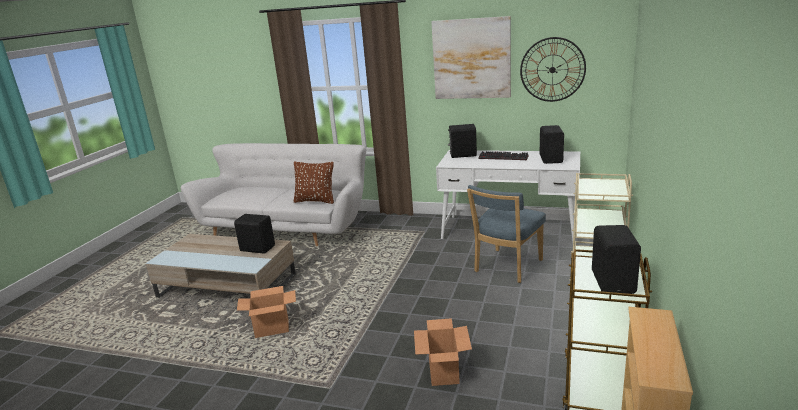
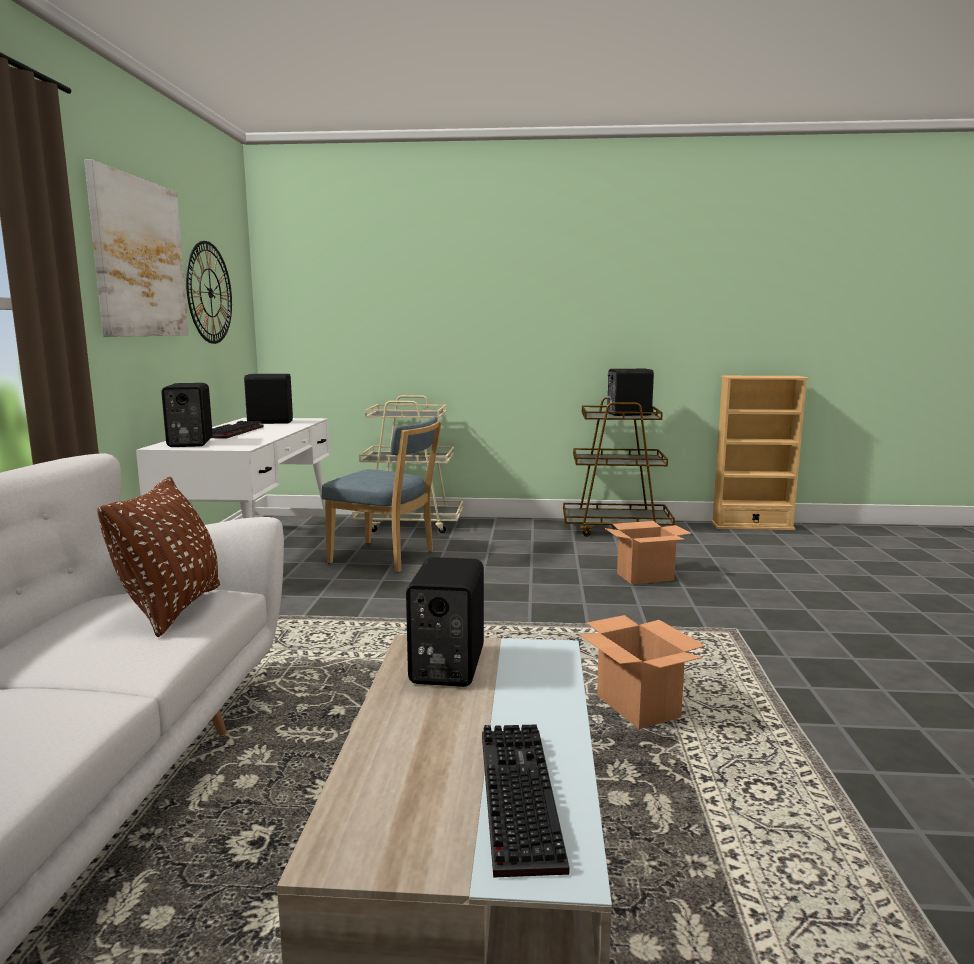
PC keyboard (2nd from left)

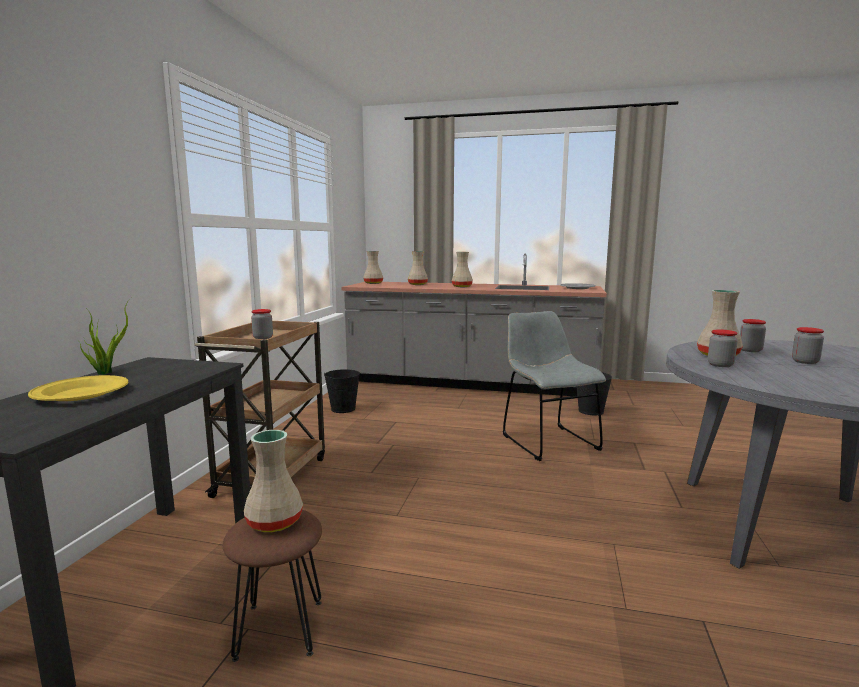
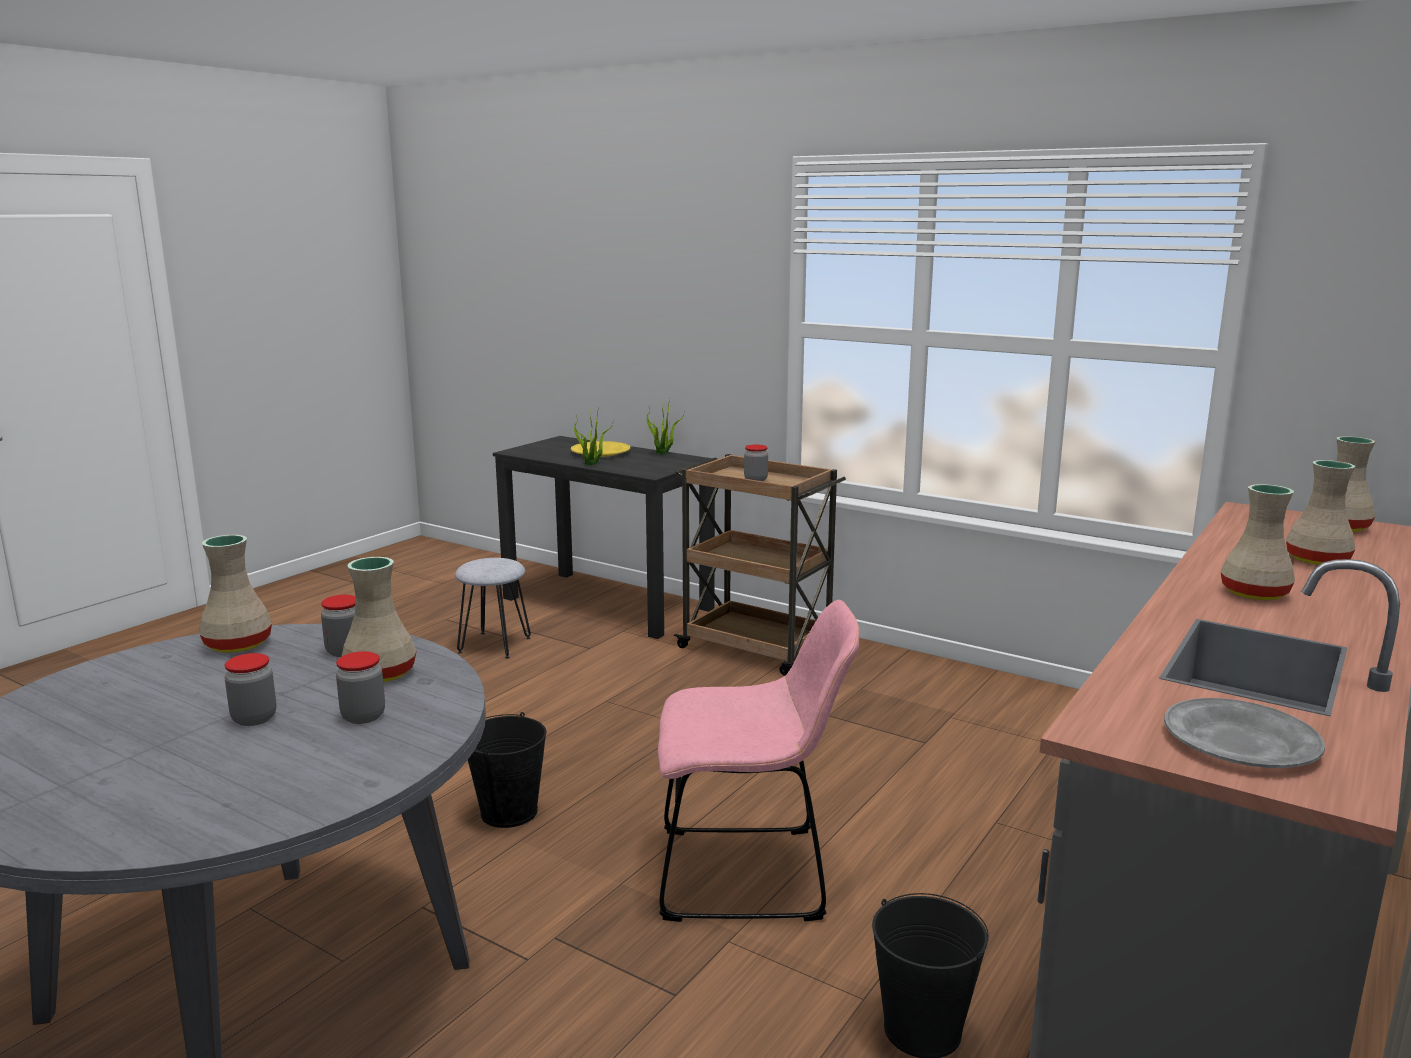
decorative vase (beige-coloured) (1st from left)
sitting stool (grey)
water bucket (black) (1st from left)
plant in a pot (1st from left)
upright chair (pink-coloured)

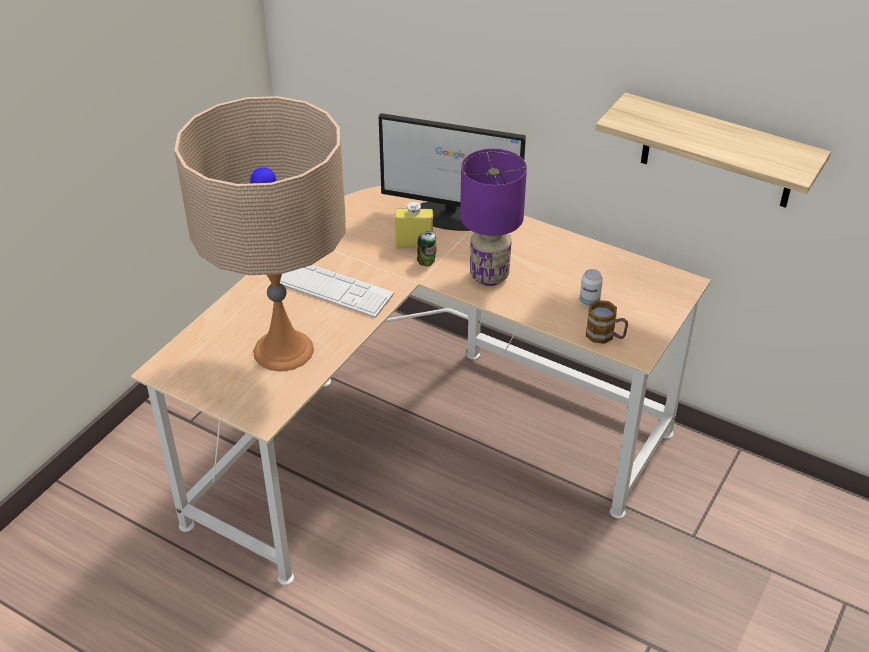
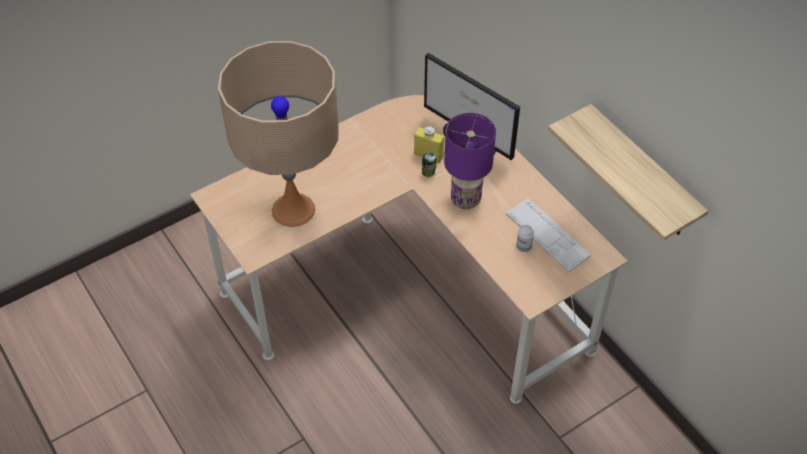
PC keyboard
coffee mug

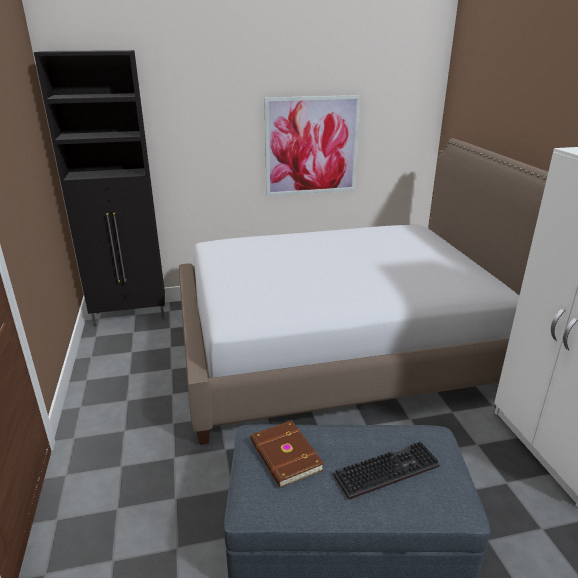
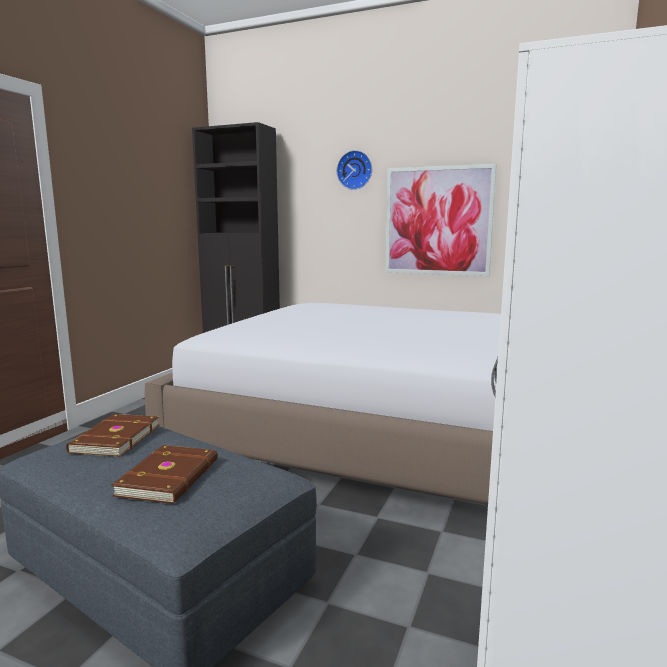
bound book (brown) (2nd from left)
clock on the wall

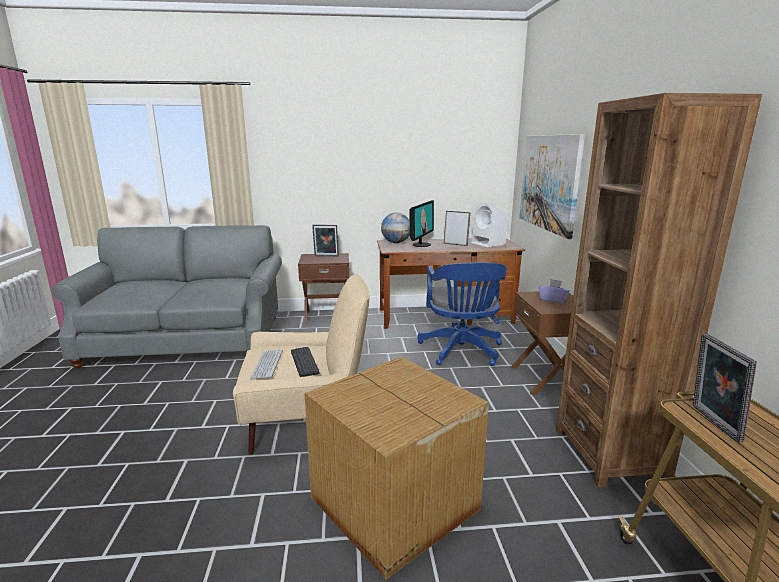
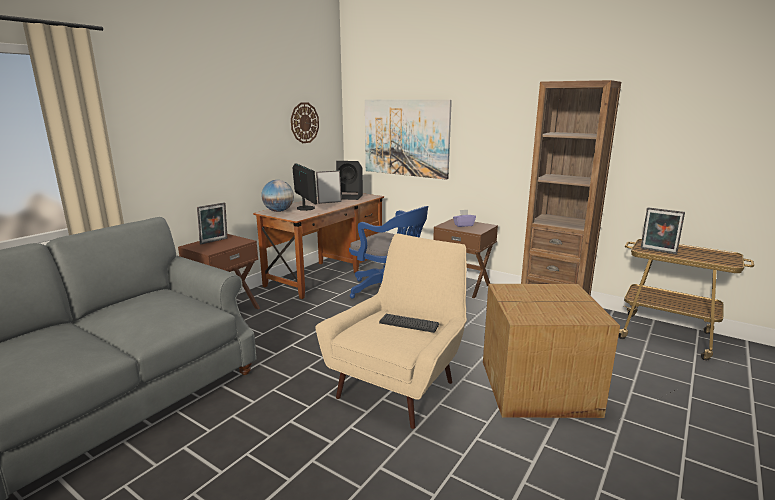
clock on the wall
loudspeaker (black)
PC keyboard (1st from left in the first image)

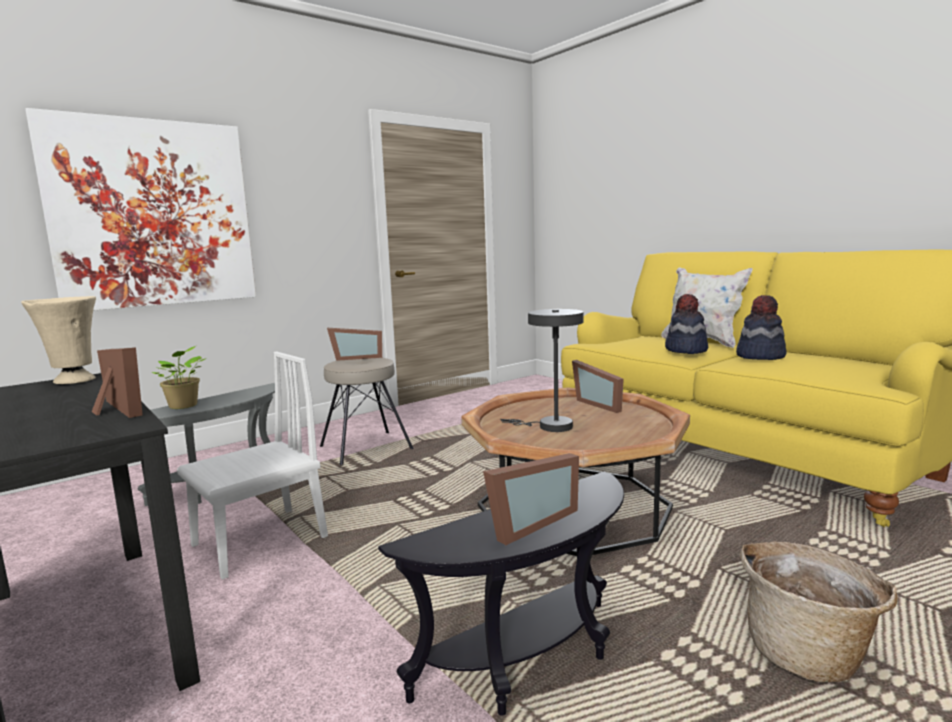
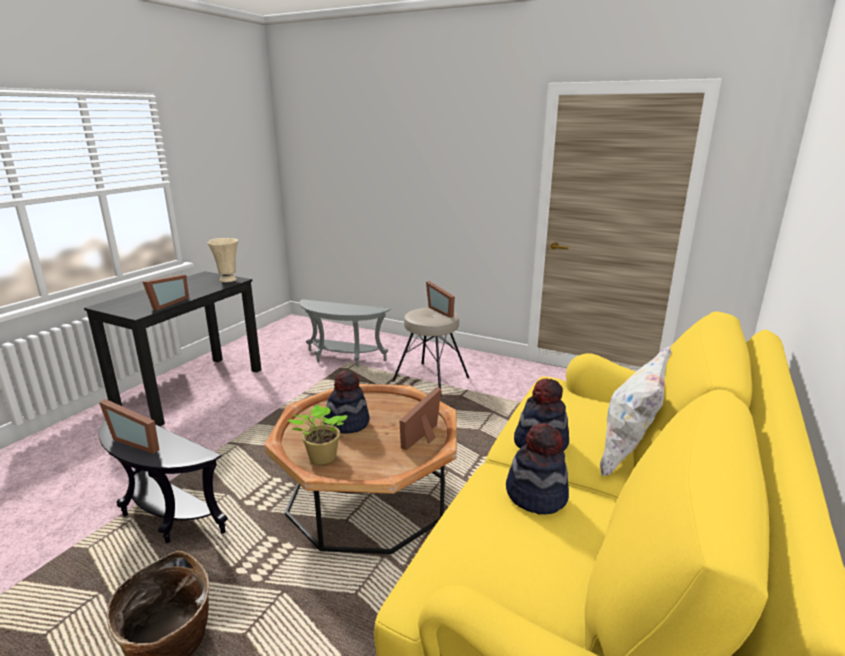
plant in a pot
hat (1st from left)
wall art
upright chair (white-coloured)

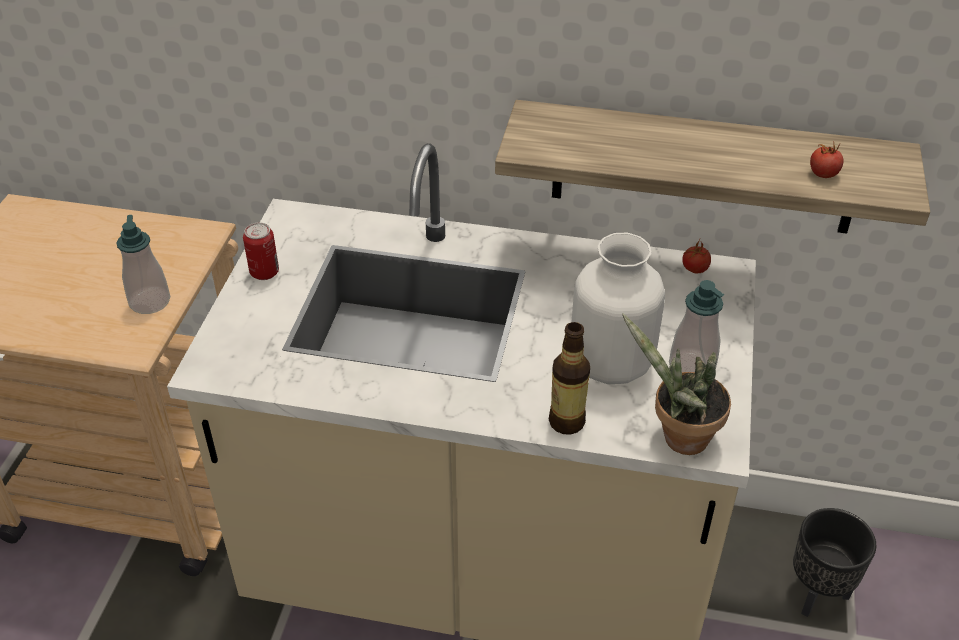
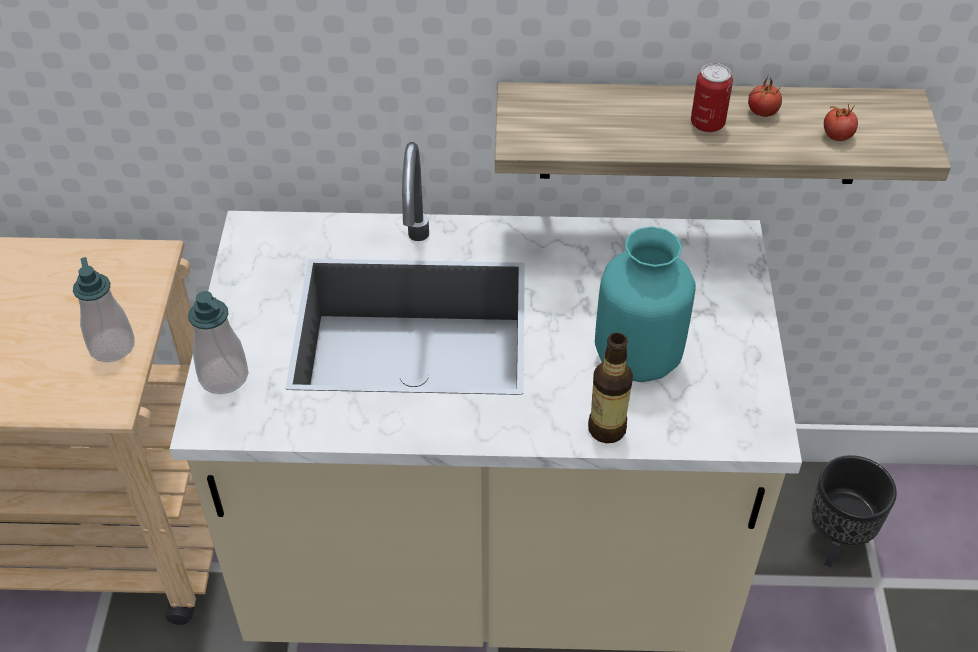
liquid soap bottle (2nd from left)
decorative vase (turquoise-coloured)
metal can
tomato (1st from left)
plant in a pot

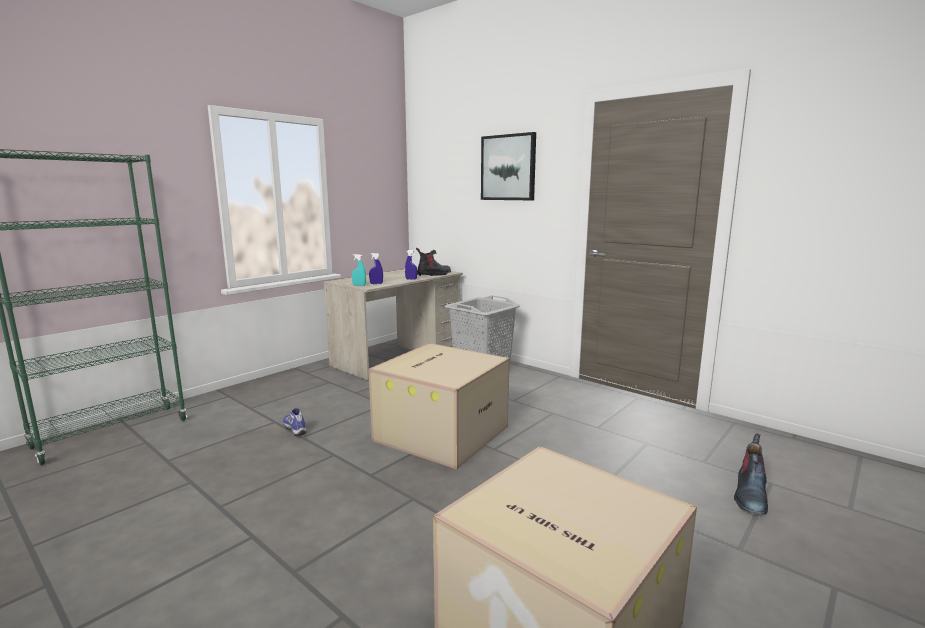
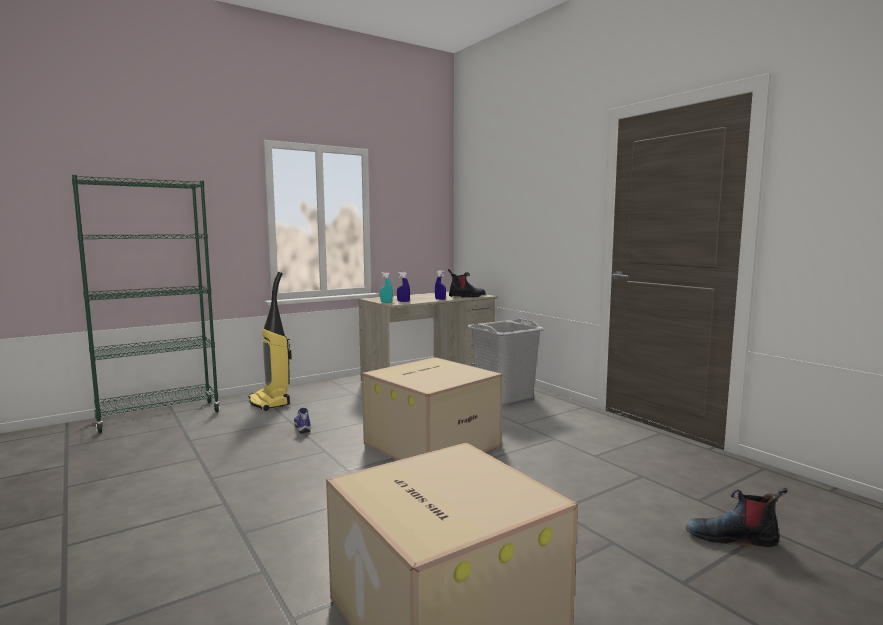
vacuum
tall boot (2nd from left)
wall art

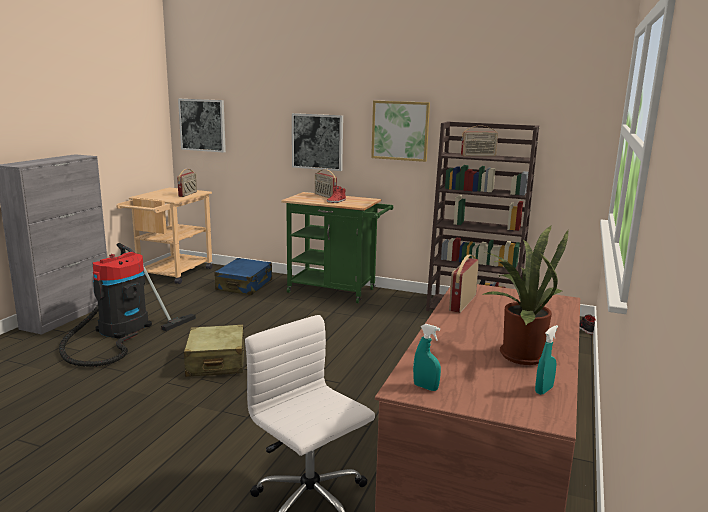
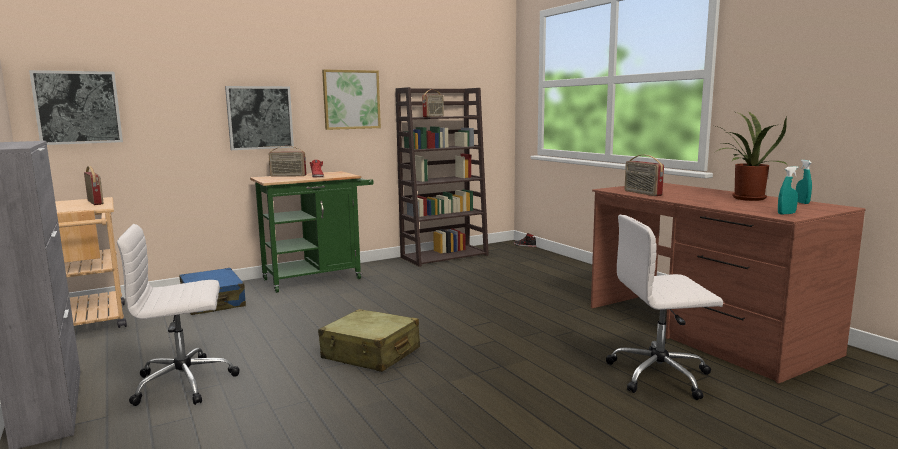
desk chair (white-coloured) (1st from left)

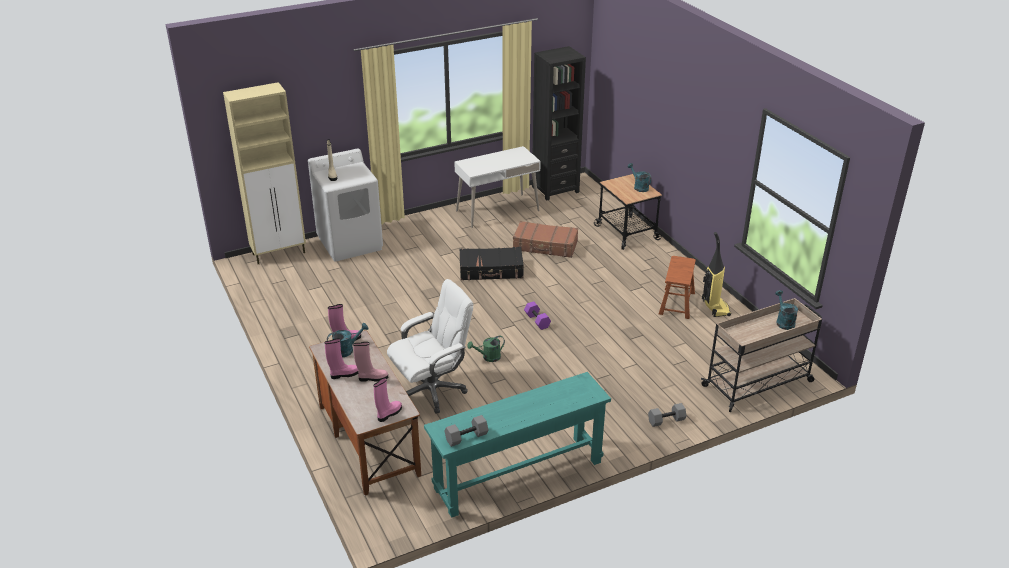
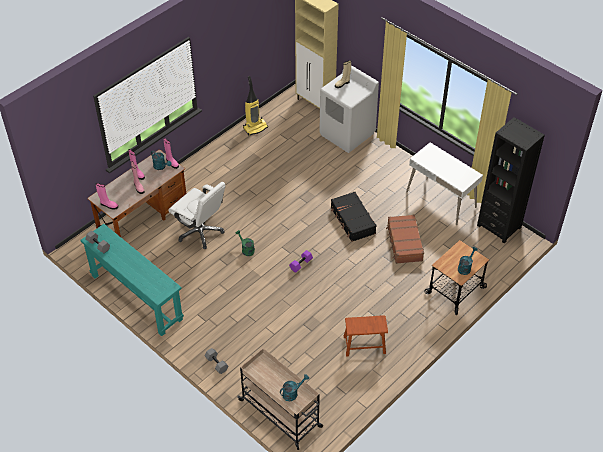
vacuum

